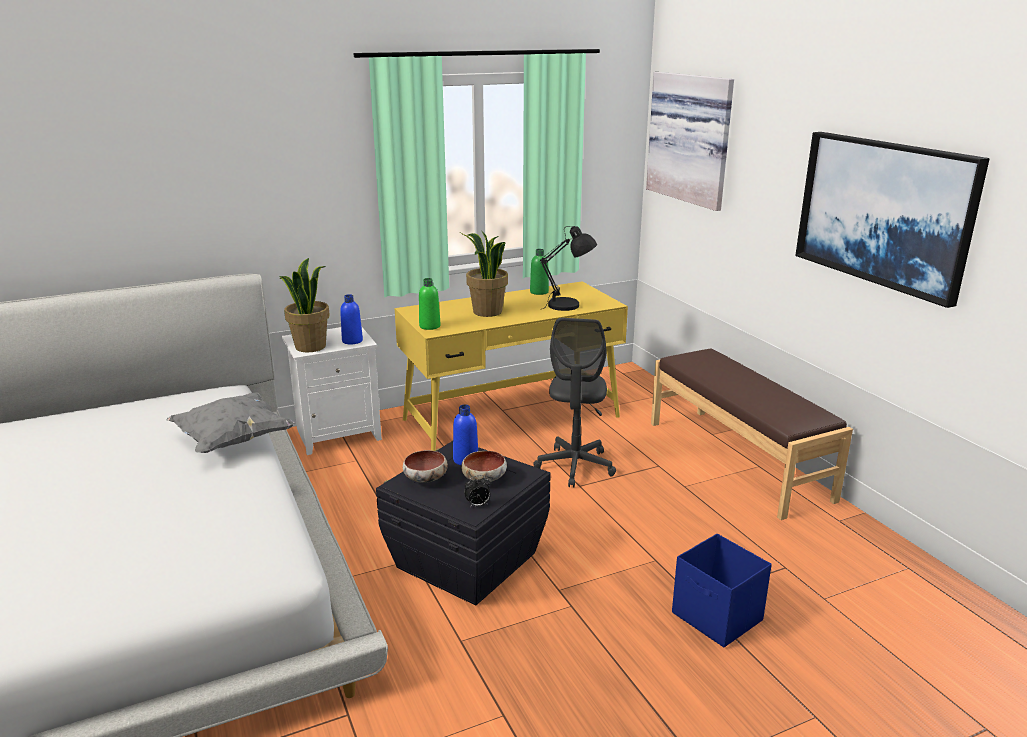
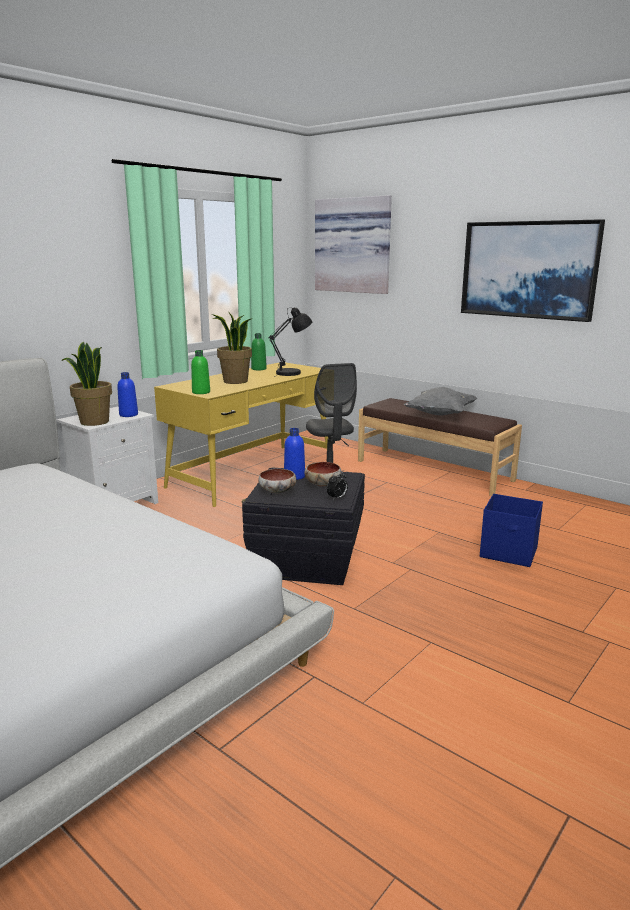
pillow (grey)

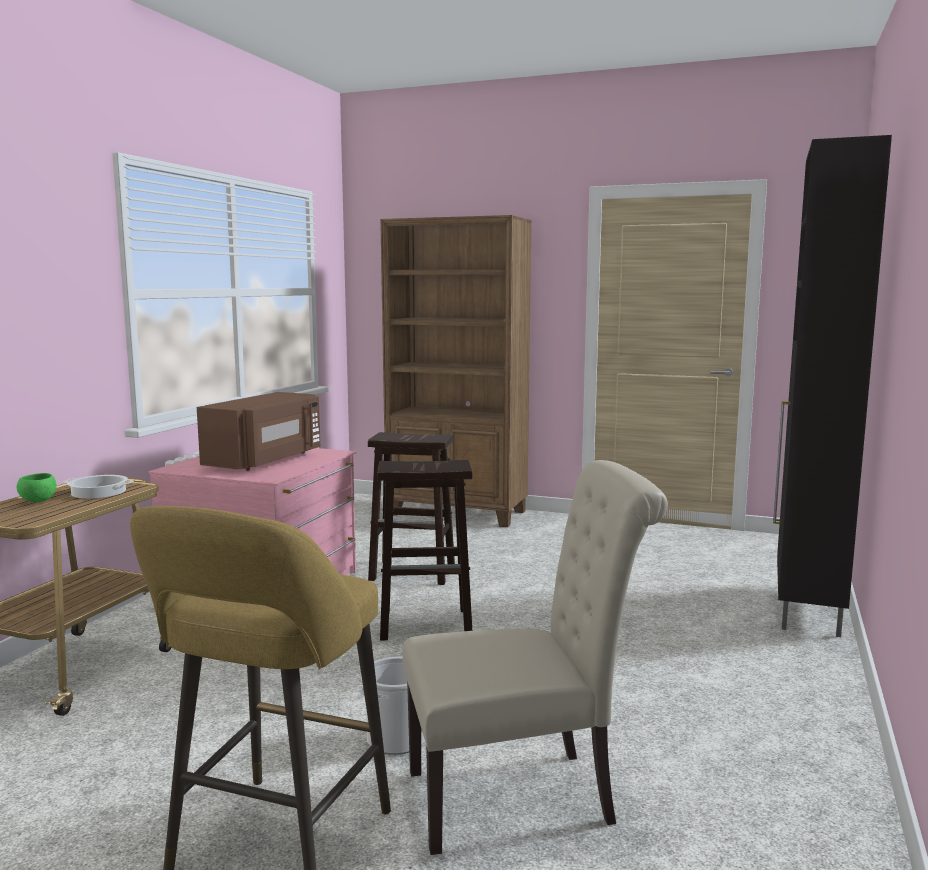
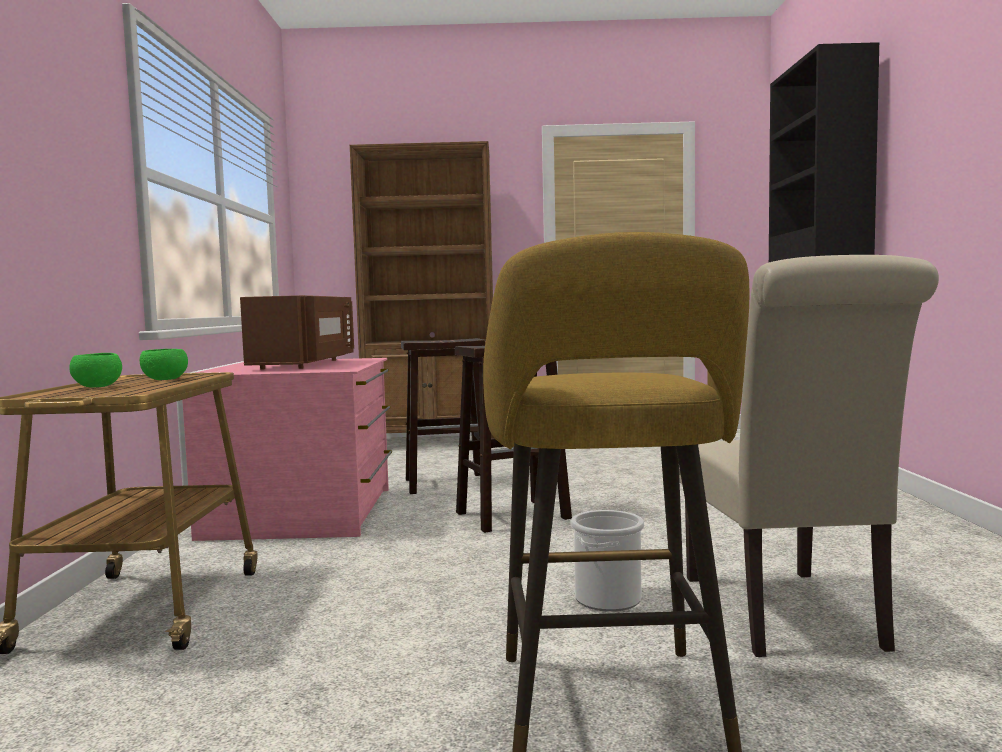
serving bowl (greenish) (2nd from left)
upright chair (beige-coloured)

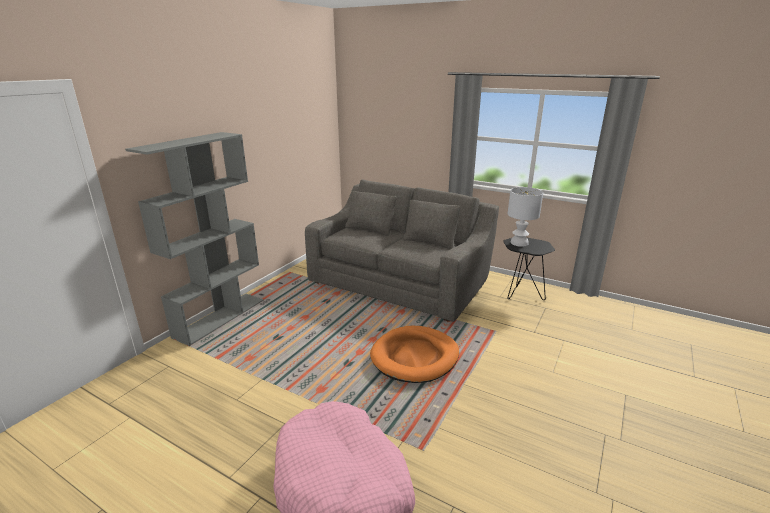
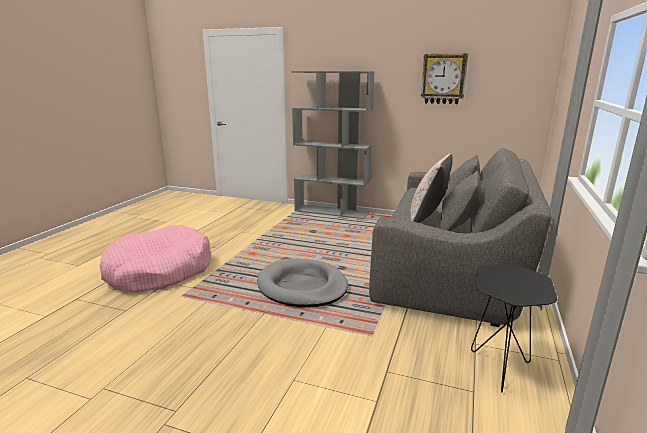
pet bed (grey)
pillow (beige-coloured)
clock on the wall
lamp for a table (white-coloured)

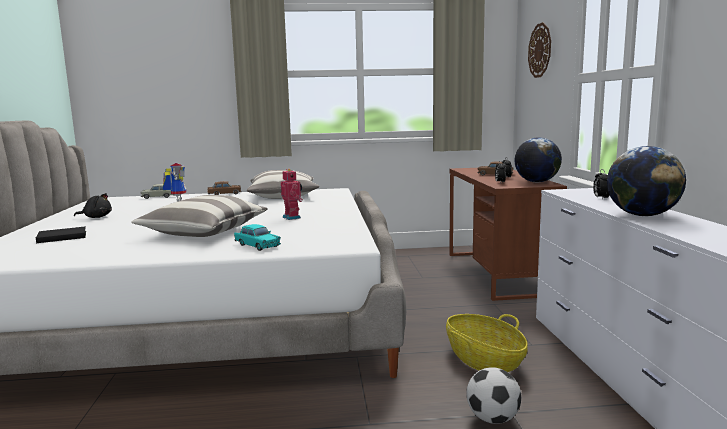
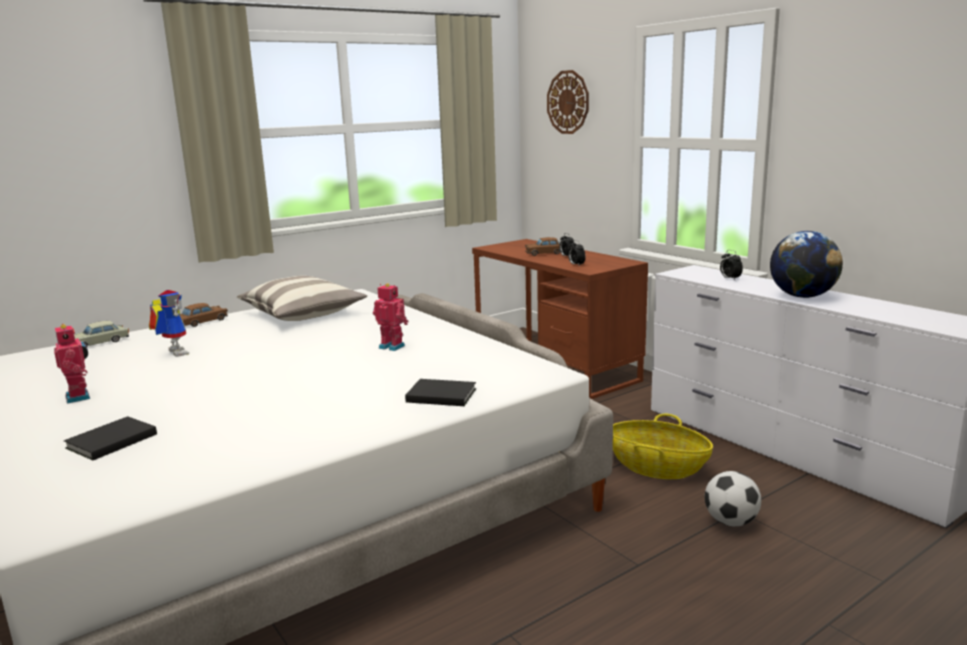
robot figure (1st from left)
bound book (black) (2nd from left)
pillow (1st from left in the first image)
world globe (1st from left in the first image)

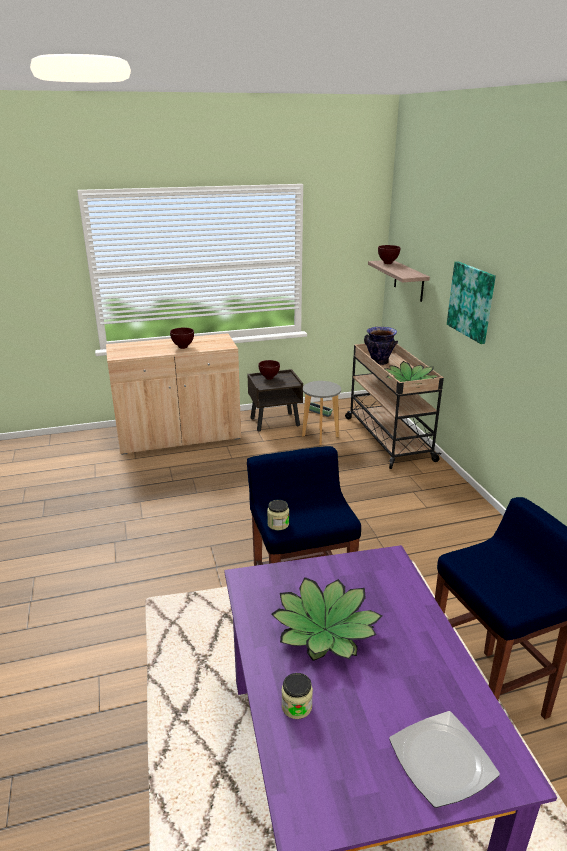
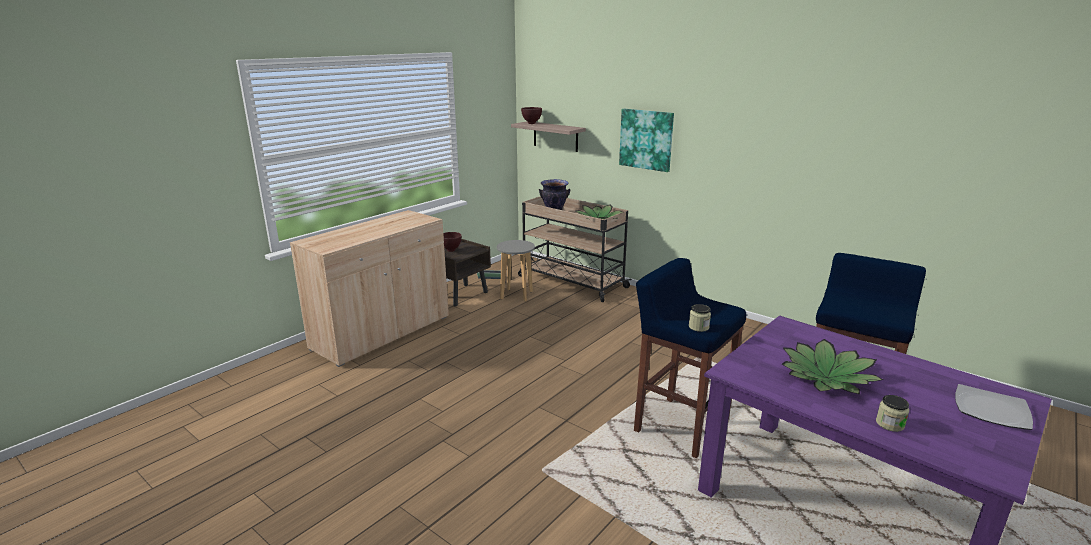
serving bowl (brown) (1st from left in the first image)

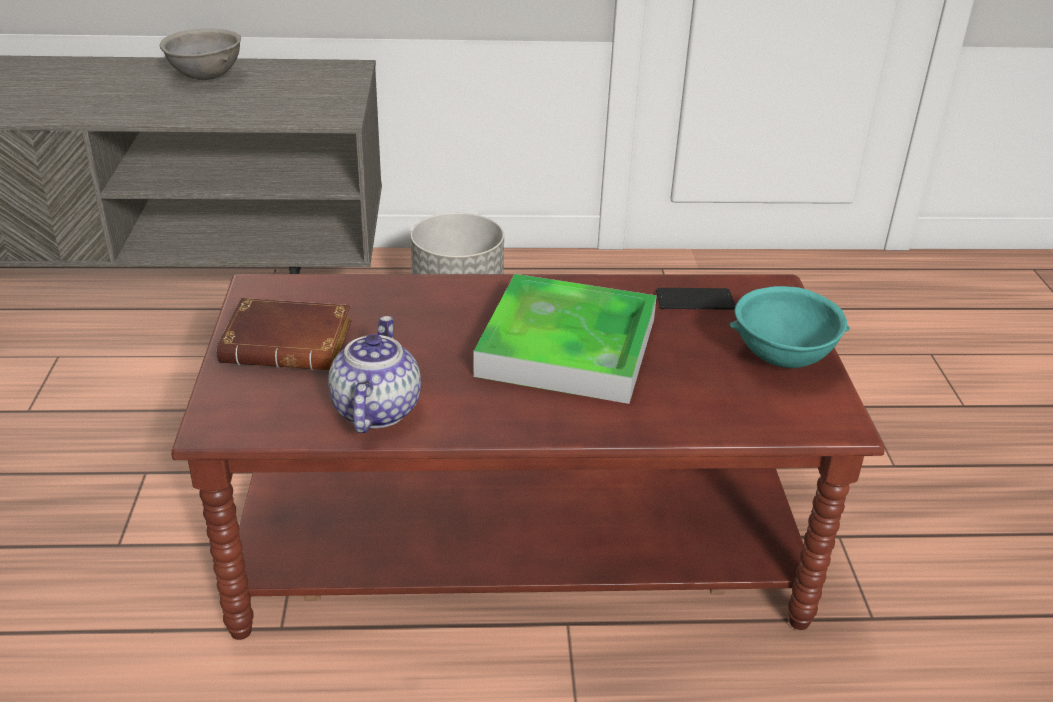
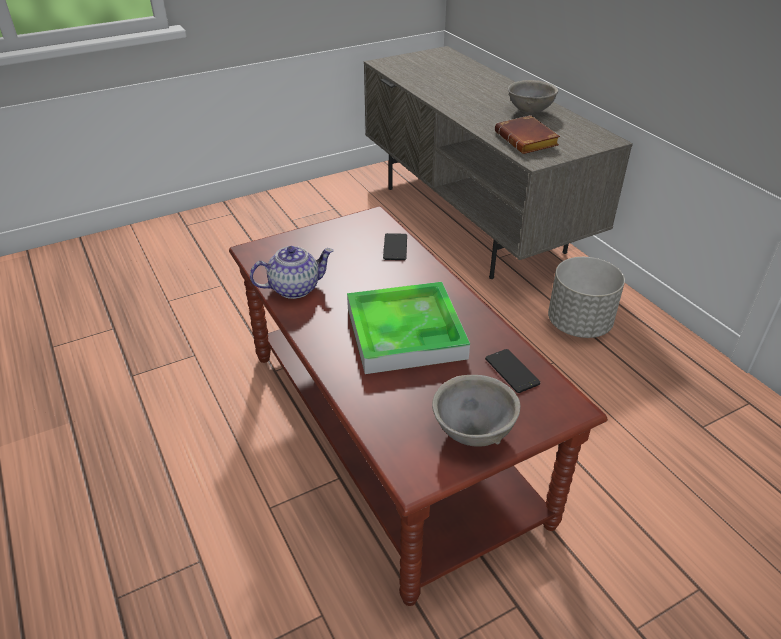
telephone (1st from left)
serving bowl (grey) (1st from left)
bound book (brown)

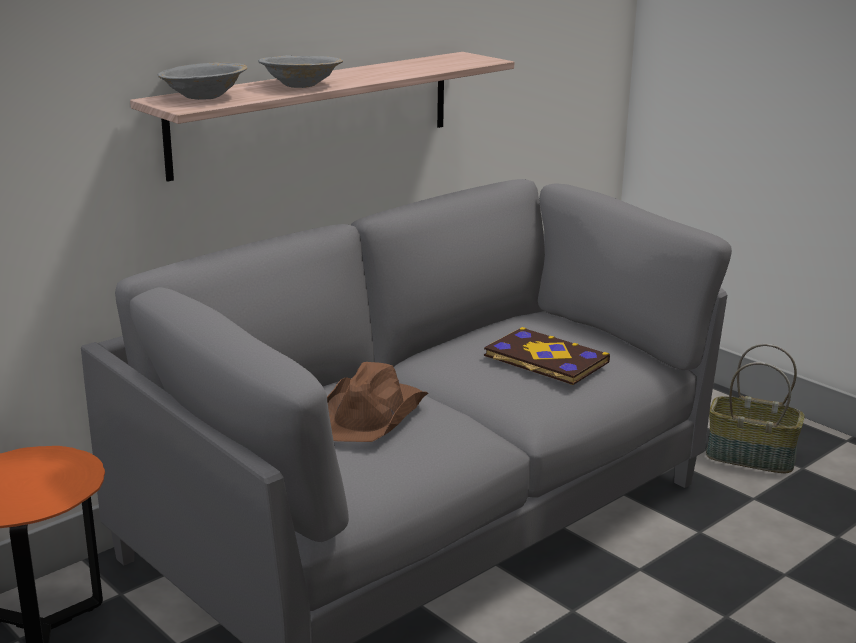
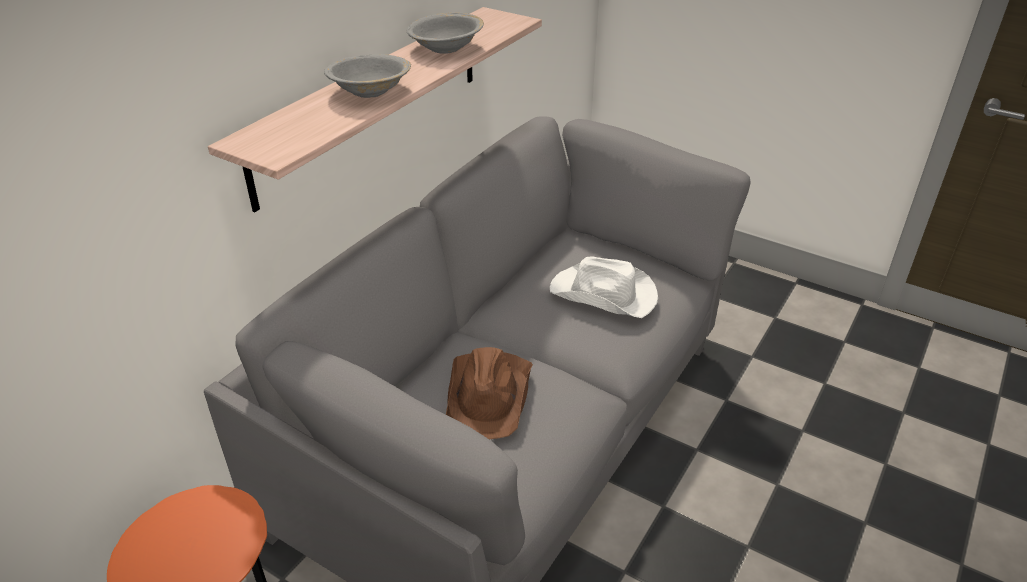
serving bowl (grey) (2nd from left)
hat (white-coloured)
storage basket

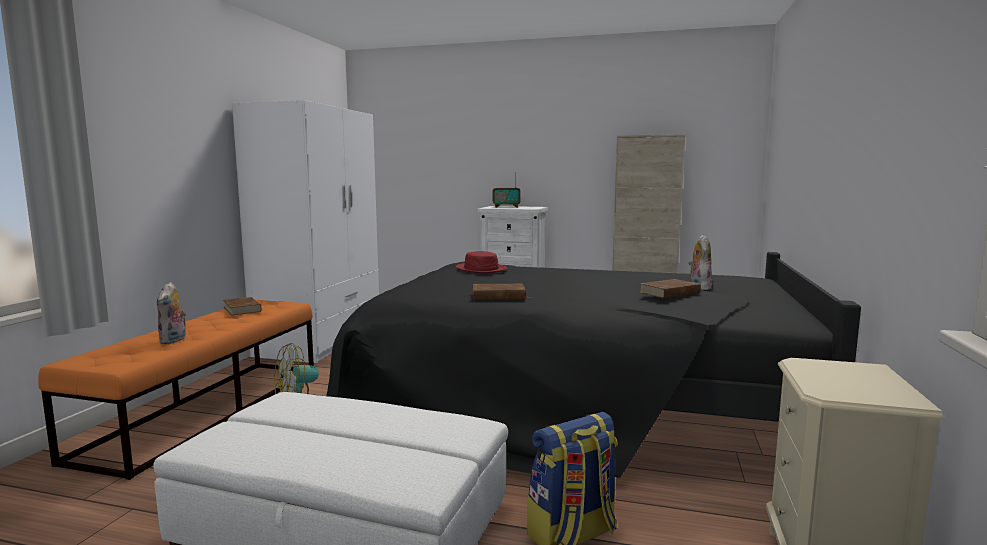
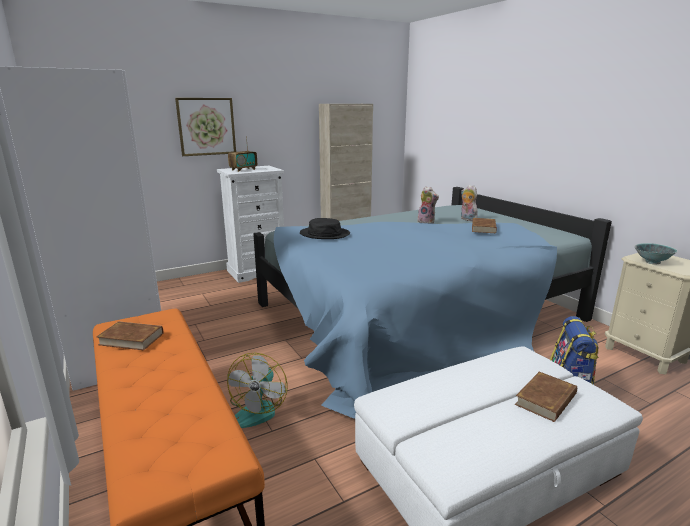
wall art
sleeping bed (blue)
hat (black)
soft toy (1st from left)
bound book (brown) (3rd from left)
serving bowl

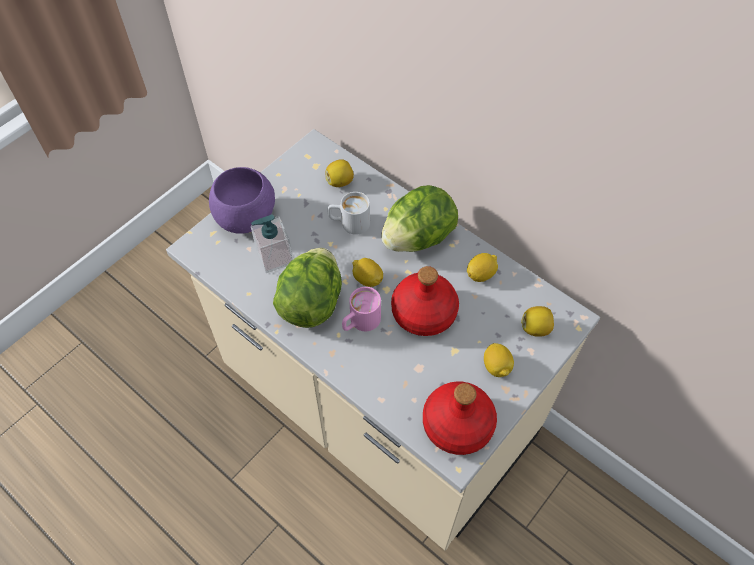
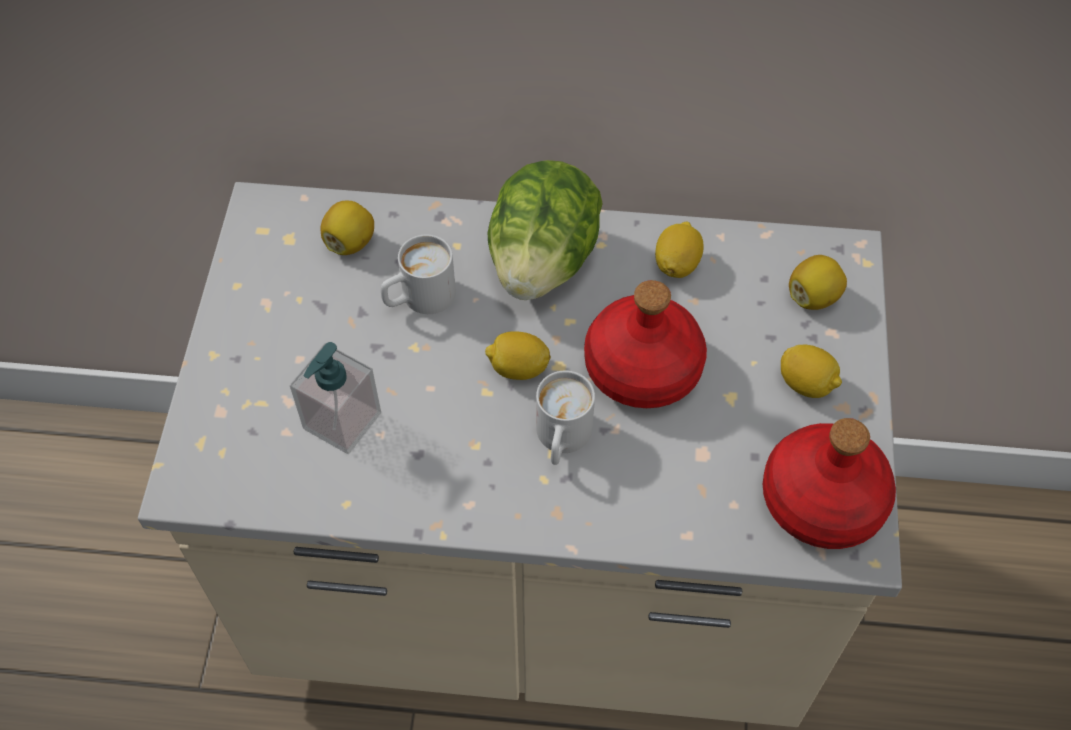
coffee mug (white-coloured) (2nd from left)
serving bowl (purple)
lettuce head (1st from left in the first image)

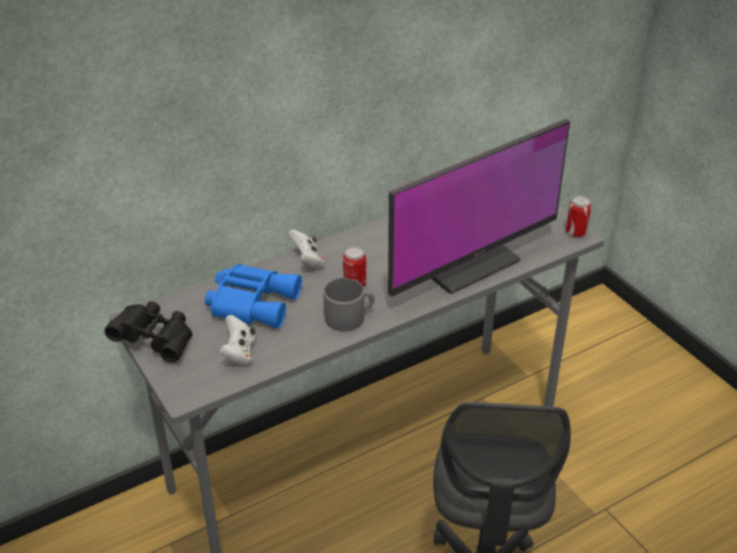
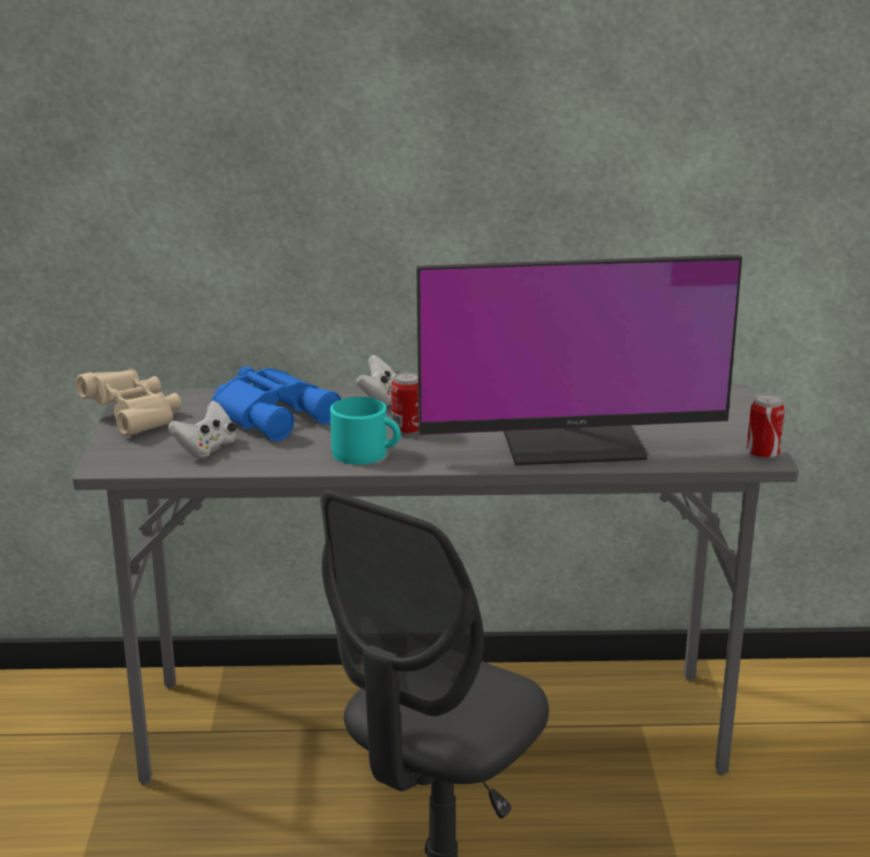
pair of binoculars (beige-coloured)
coffee mug (turquoise-coloured)

